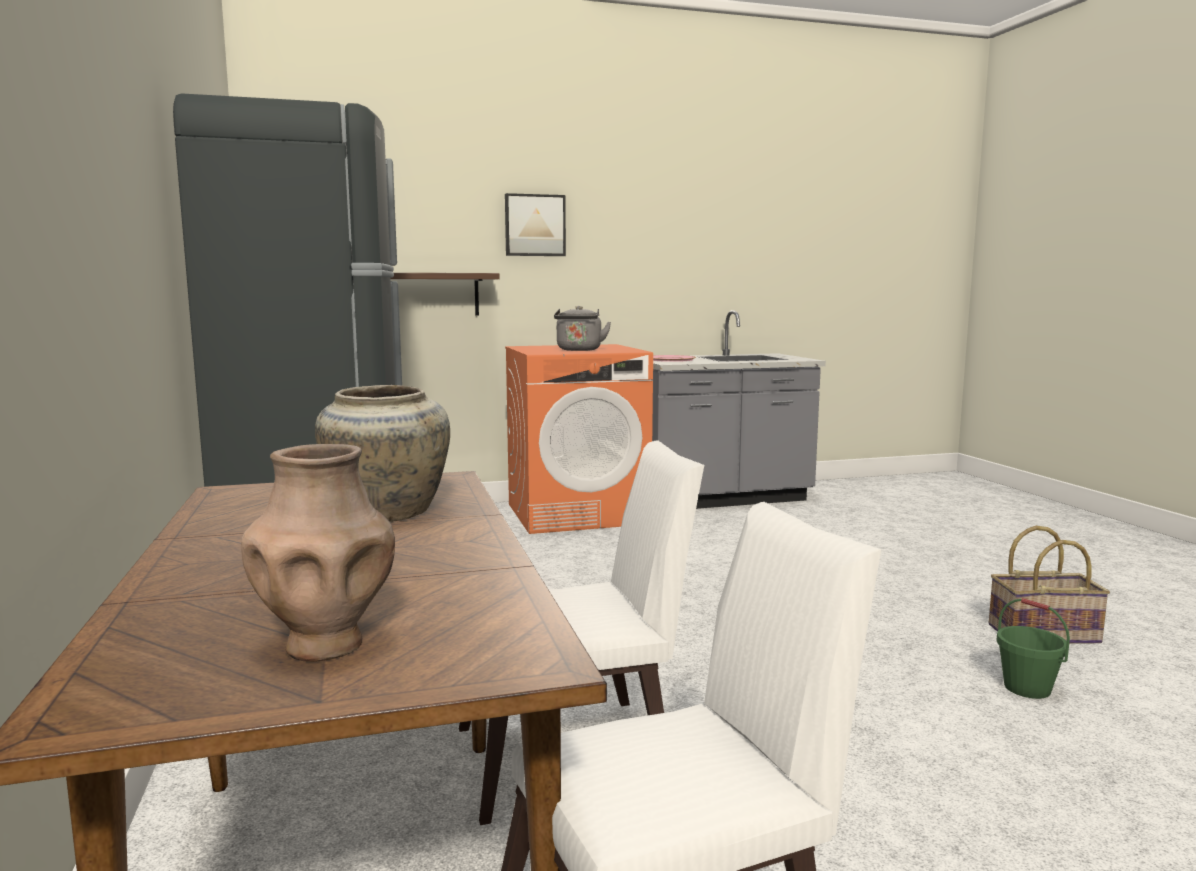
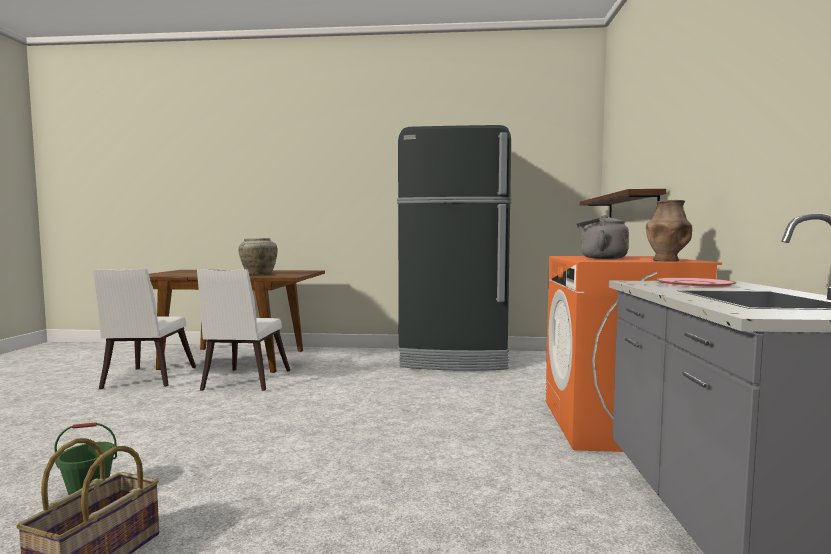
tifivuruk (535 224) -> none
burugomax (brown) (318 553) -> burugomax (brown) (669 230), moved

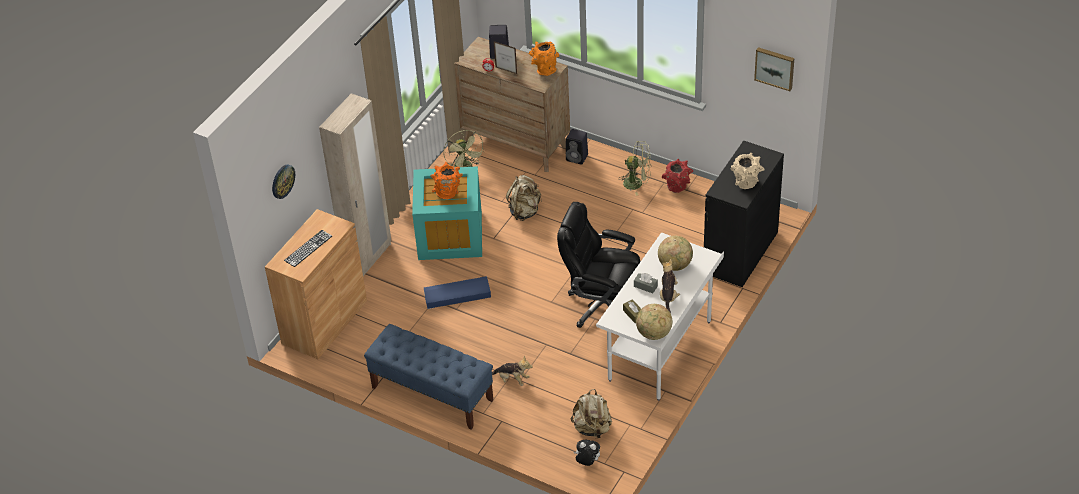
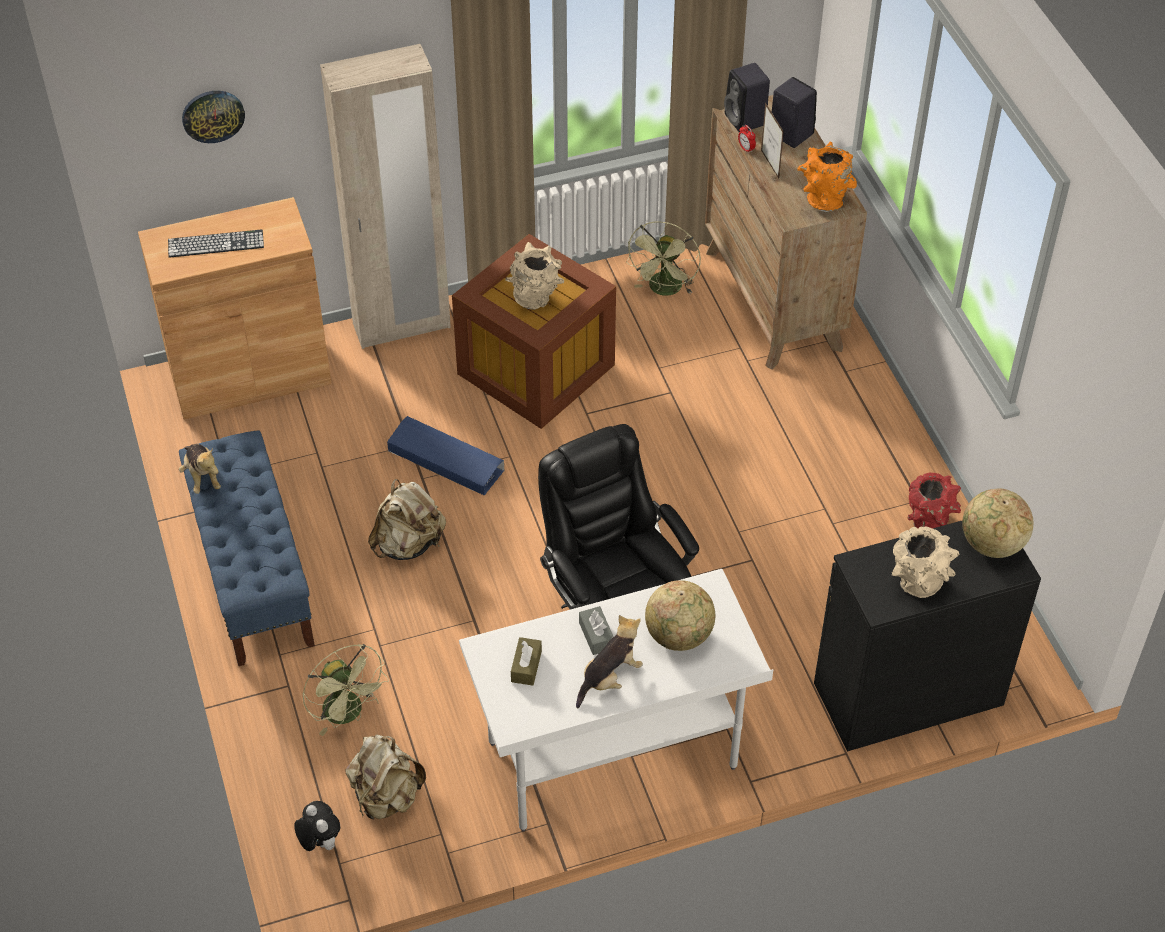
tifivuruk (774 69) -> none
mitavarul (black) (577 147) -> mitavarul (black) (747 97), moved
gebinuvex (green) (635 168) -> gebinuvex (green) (345 690), moved
burugomax (orange) (446 180) -> burugomax (beige) (534 276)
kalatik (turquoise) (447 213) -> kalatik (brown) (534 331)
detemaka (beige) (524 198) -> detemaka (beige) (407 519), moved
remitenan (654 322) -> remitenan (997 523), moved
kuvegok (512 370) -> kuvegok (200 469), moved

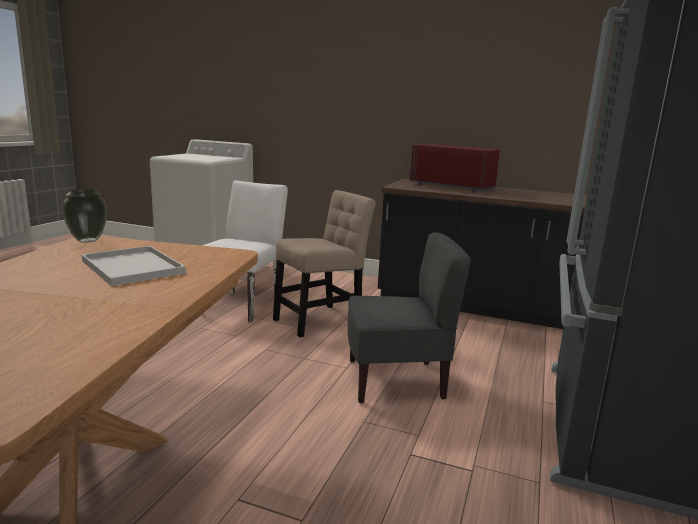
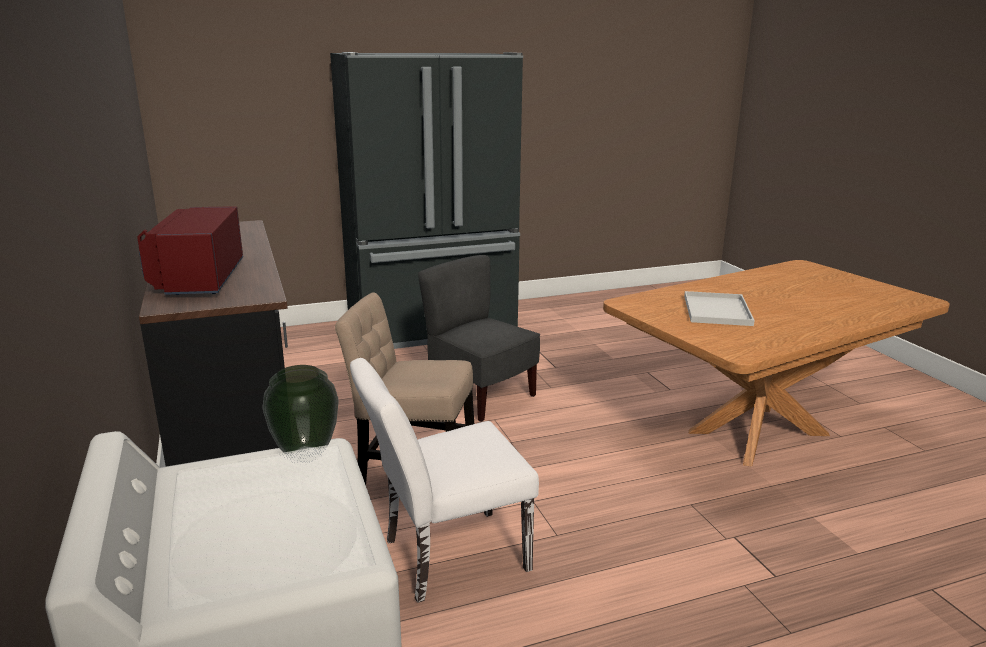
burugomax (84 216) -> burugomax (300 413), moved

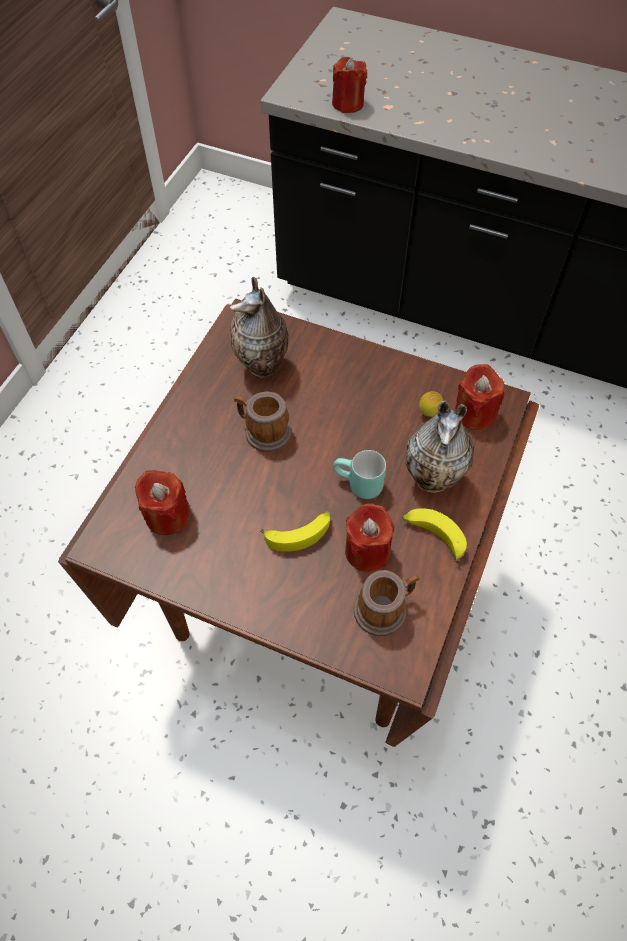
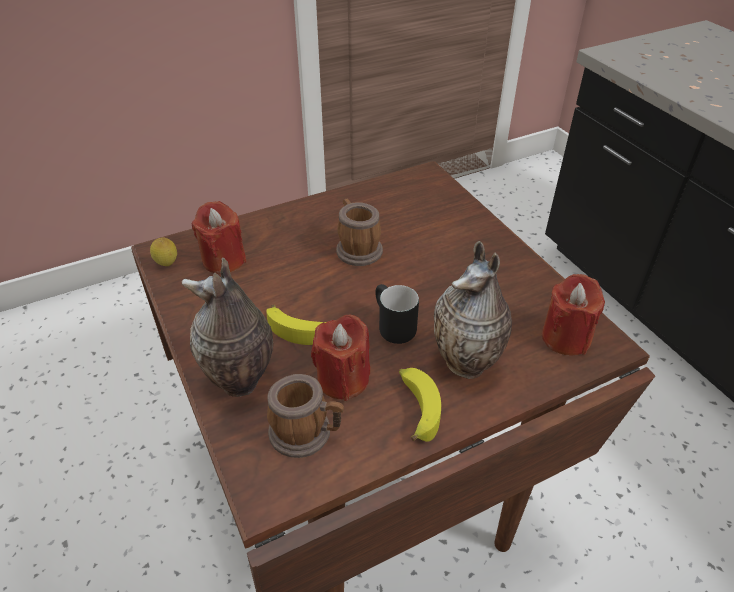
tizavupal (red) (349 85) -> none
burugomax (259 327) -> burugomax (227 327), moved
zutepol (431 404) -> zutepol (163 251), moved
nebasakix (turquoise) (359 474) -> nebasakix (black) (397 314)

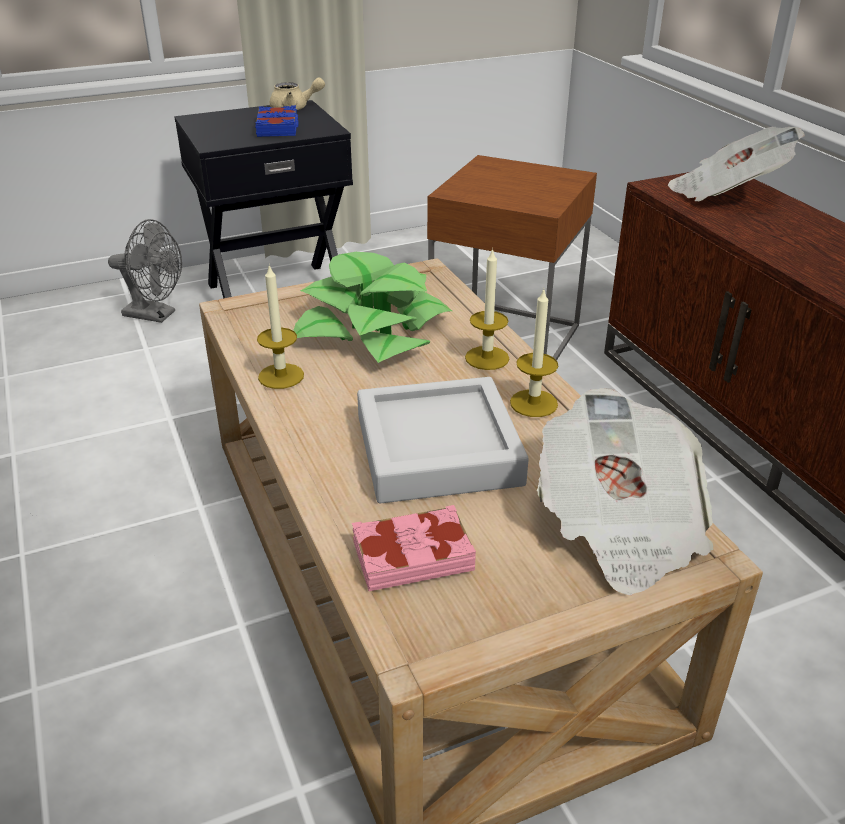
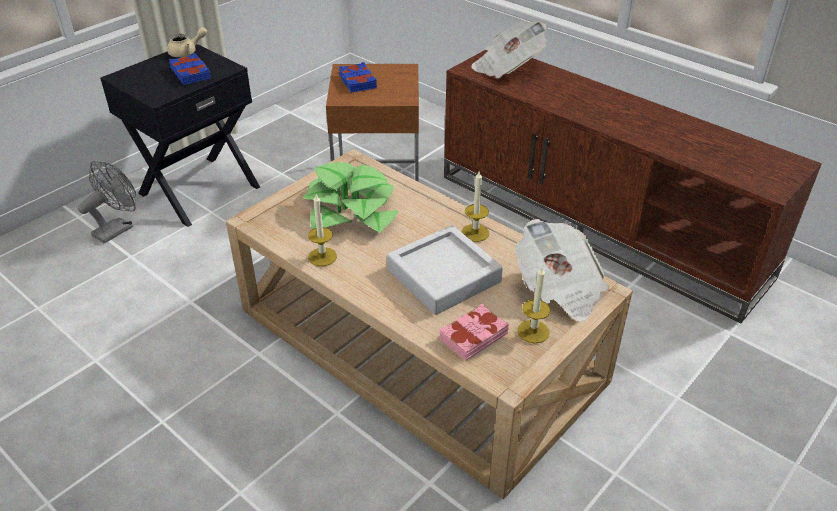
gebinuvex (grey) (145 271) -> gebinuvex (grey) (107 202), 45 degrees counterclockwise
tizavupal (487 309) -> tizavupal (534 305), moved
none -> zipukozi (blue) (358 77)

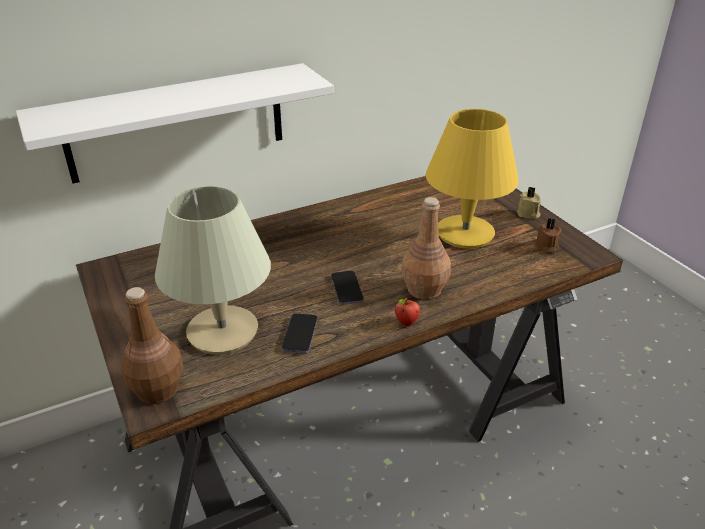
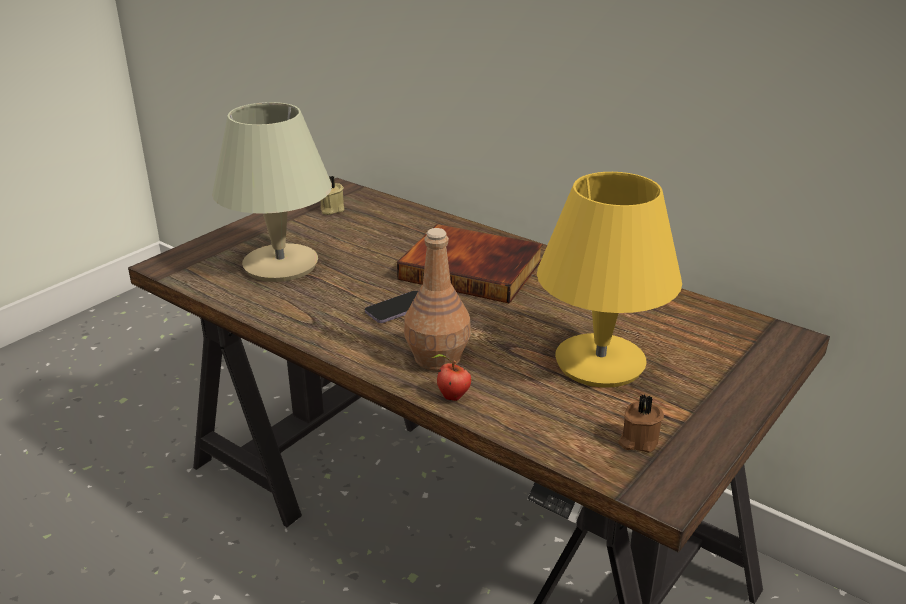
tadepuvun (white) (175 123) -> none
tizavupal (beige) (529 203) -> tizavupal (beige) (332 195), moved
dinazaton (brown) (152 345) -> none
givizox (407 312) -> givizox (451 377), moved
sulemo (300 333) -> none
none -> zipukozi (470 264)

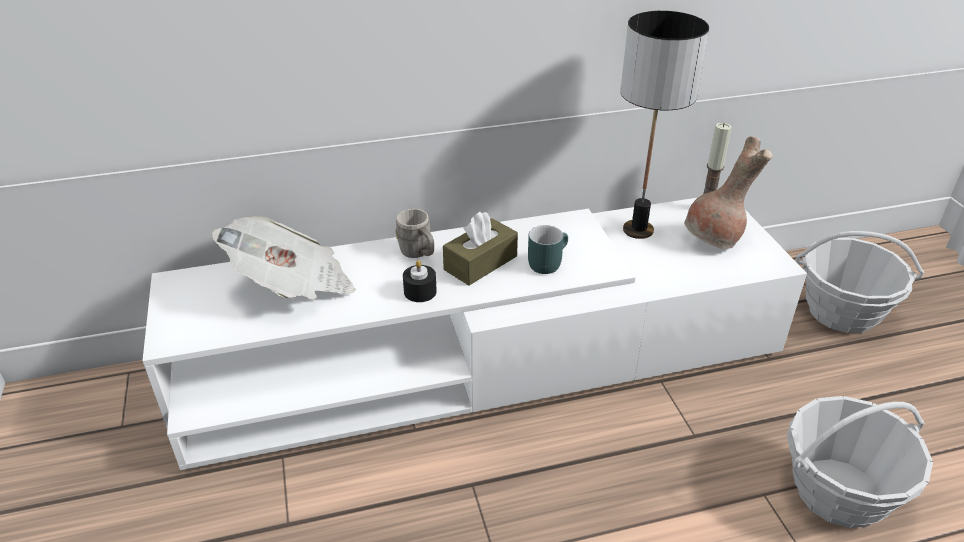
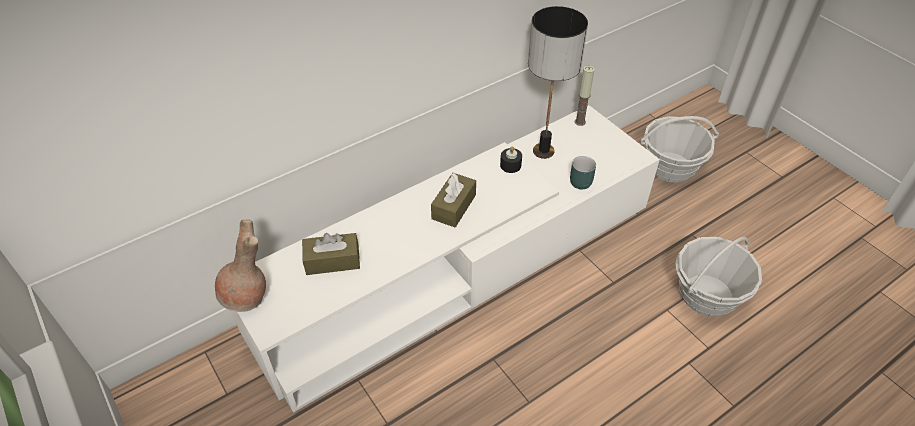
burugomax (brown) (728 192) -> burugomax (brown) (240 266), moved
nebasakix (grey) (414 233) -> none
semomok (284 258) -> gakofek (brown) (331 254)
nebasakix (turquoise) (548 249) -> nebasakix (turquoise) (583 172), moved
tizavupal (black) (420 281) -> tizavupal (black) (511 159), moved

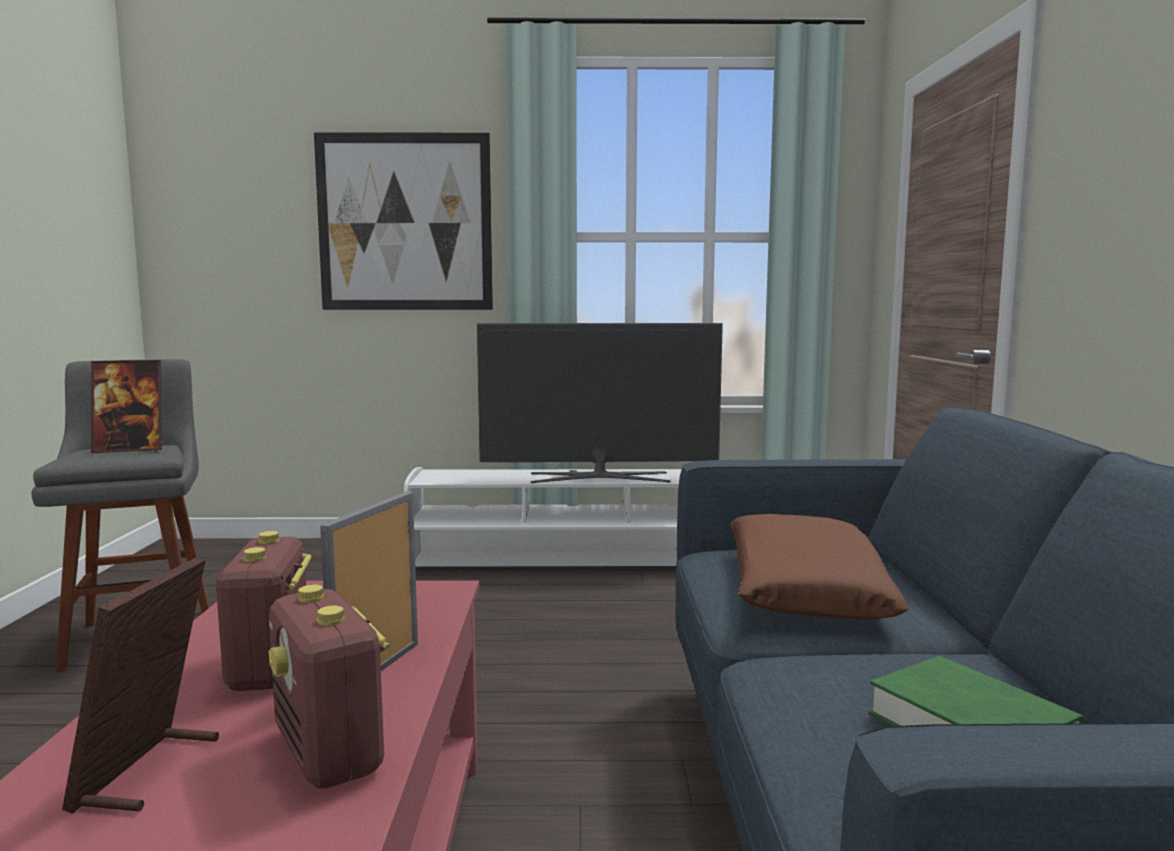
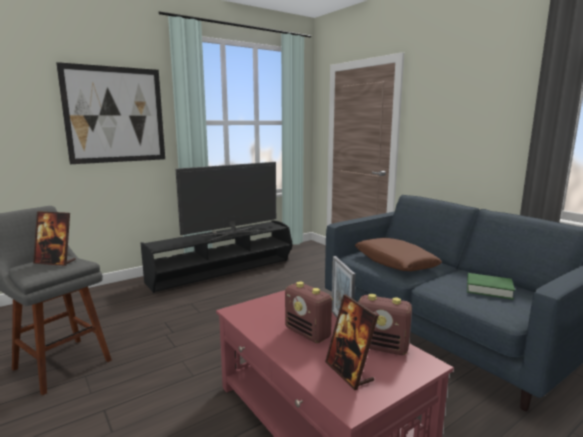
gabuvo (128 406) -> gabuvo (54 238), 60 degrees clockwise
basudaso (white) (543 517) -> basudaso (black) (216 256)

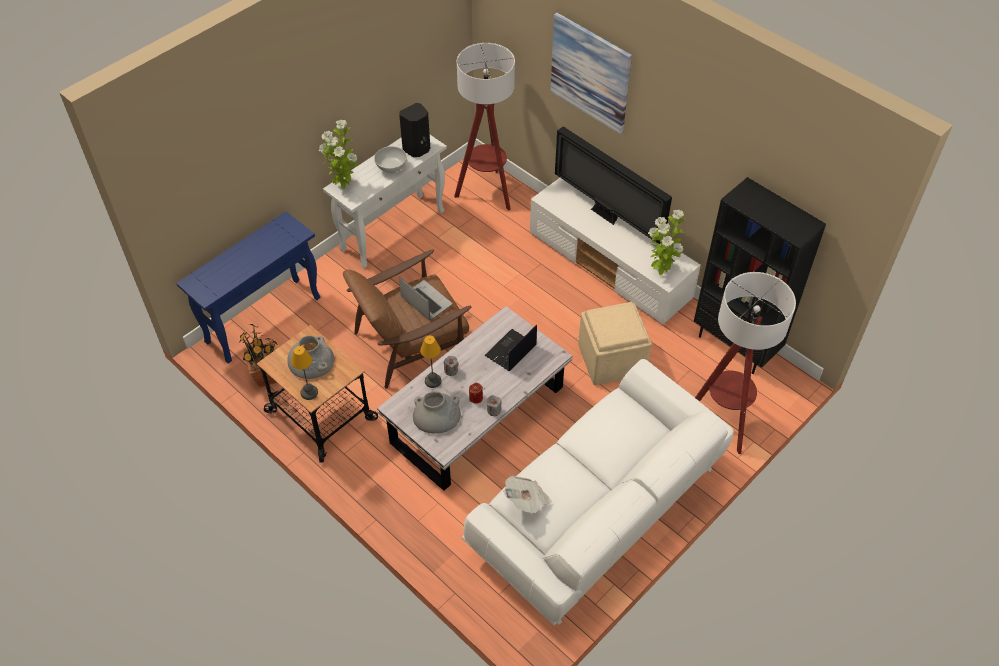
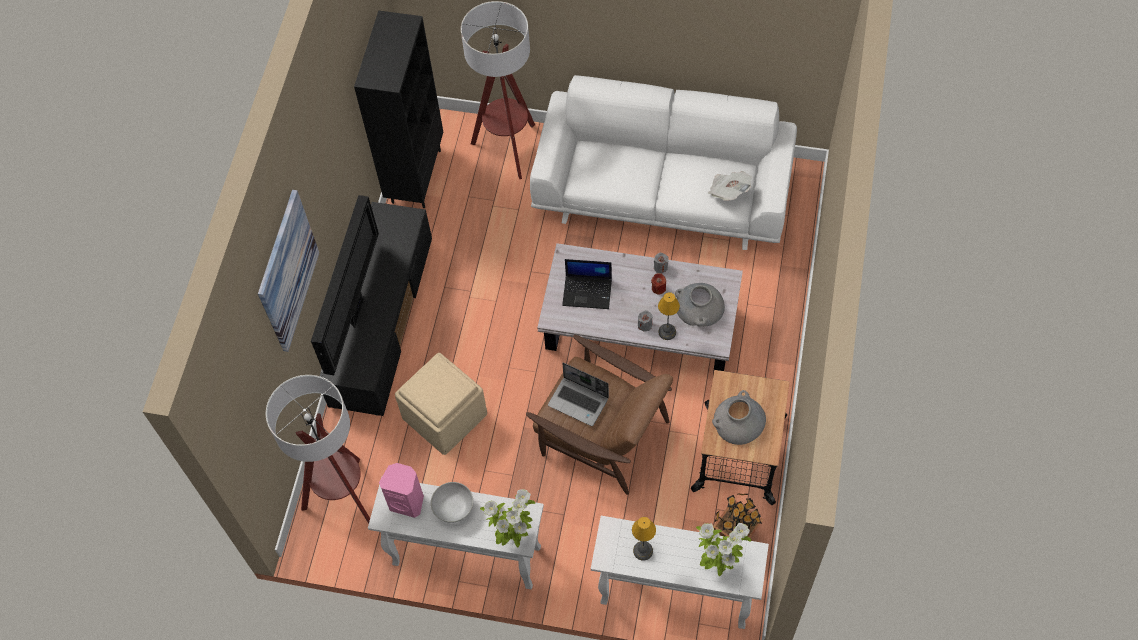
mitavarul (black) (414 130) -> mitavarul (pink) (401 490)
basudaso (white) (615 251) -> basudaso (black) (376 309)
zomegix (667 243) -> zomegix (723 549), moved
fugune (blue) (248 287) -> fugune (white) (680 572)
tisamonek (425 298) -> tisamonek (578 394), 75 degrees counterclockwise
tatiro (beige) (615 343) -> tatiro (beige) (441 404), moved
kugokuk (304 373) -> kugokuk (644 539), moved

